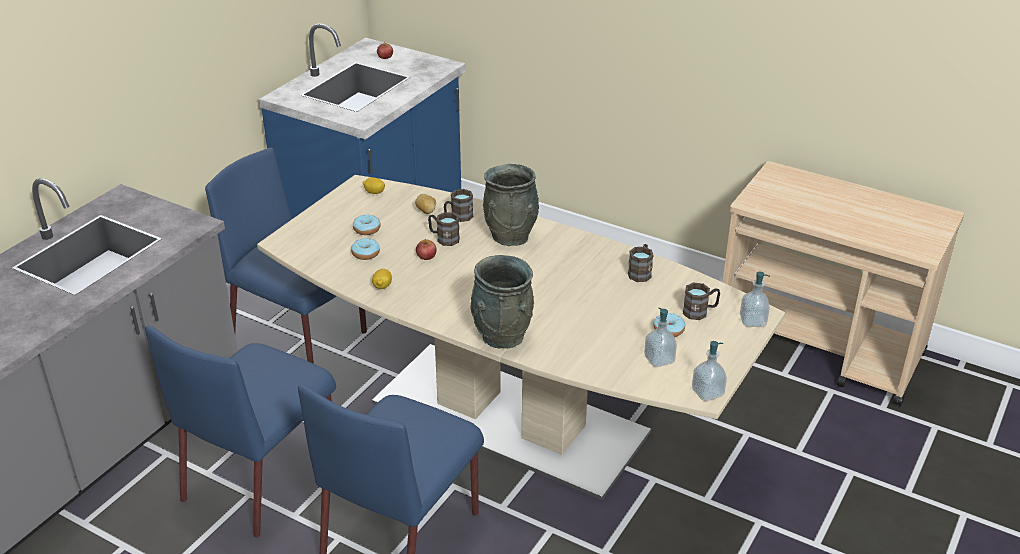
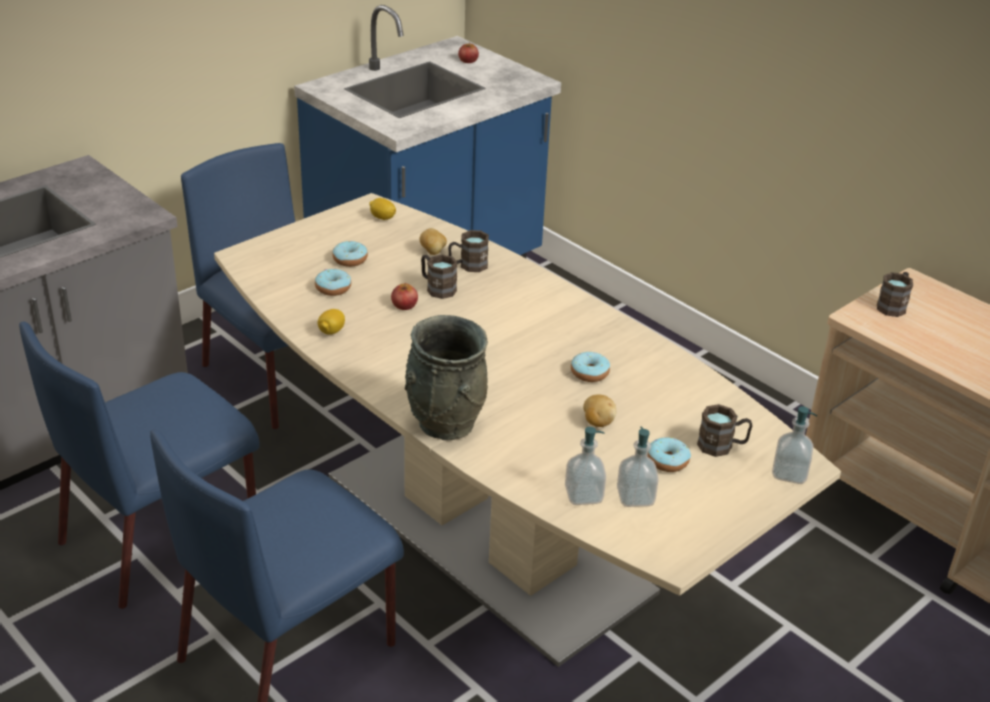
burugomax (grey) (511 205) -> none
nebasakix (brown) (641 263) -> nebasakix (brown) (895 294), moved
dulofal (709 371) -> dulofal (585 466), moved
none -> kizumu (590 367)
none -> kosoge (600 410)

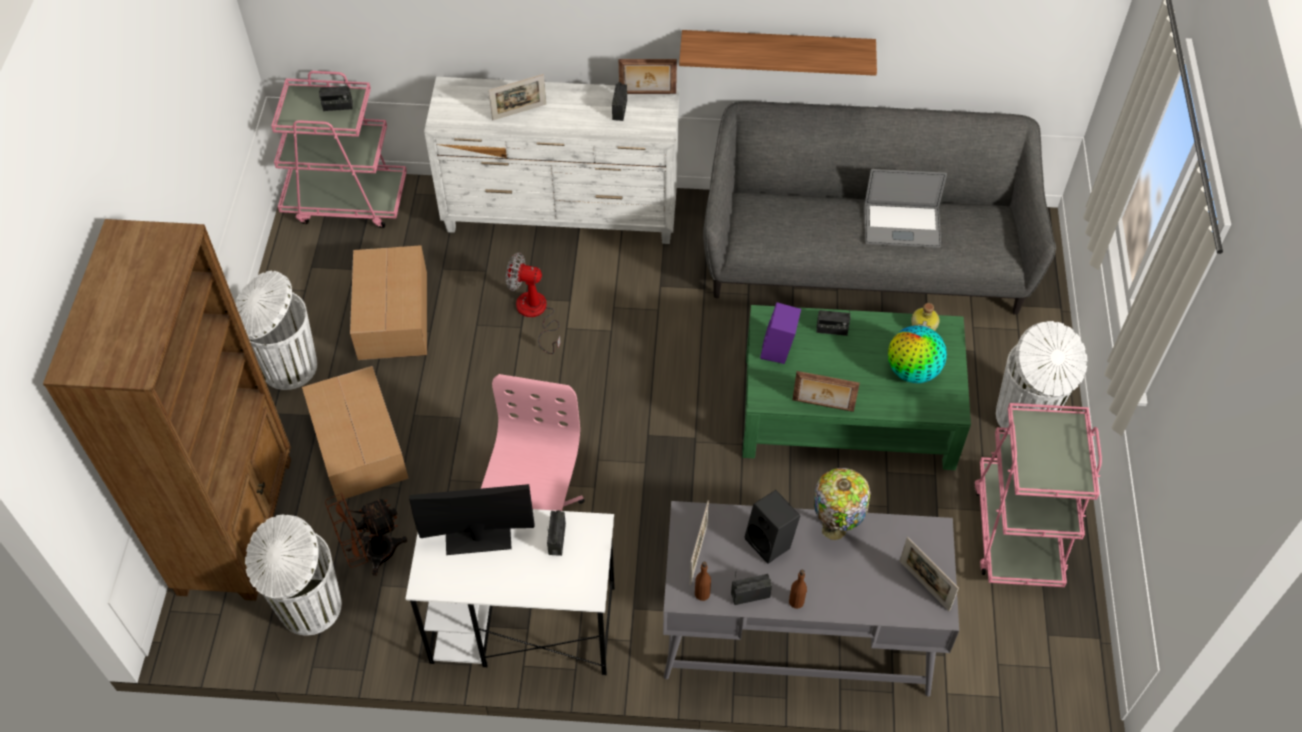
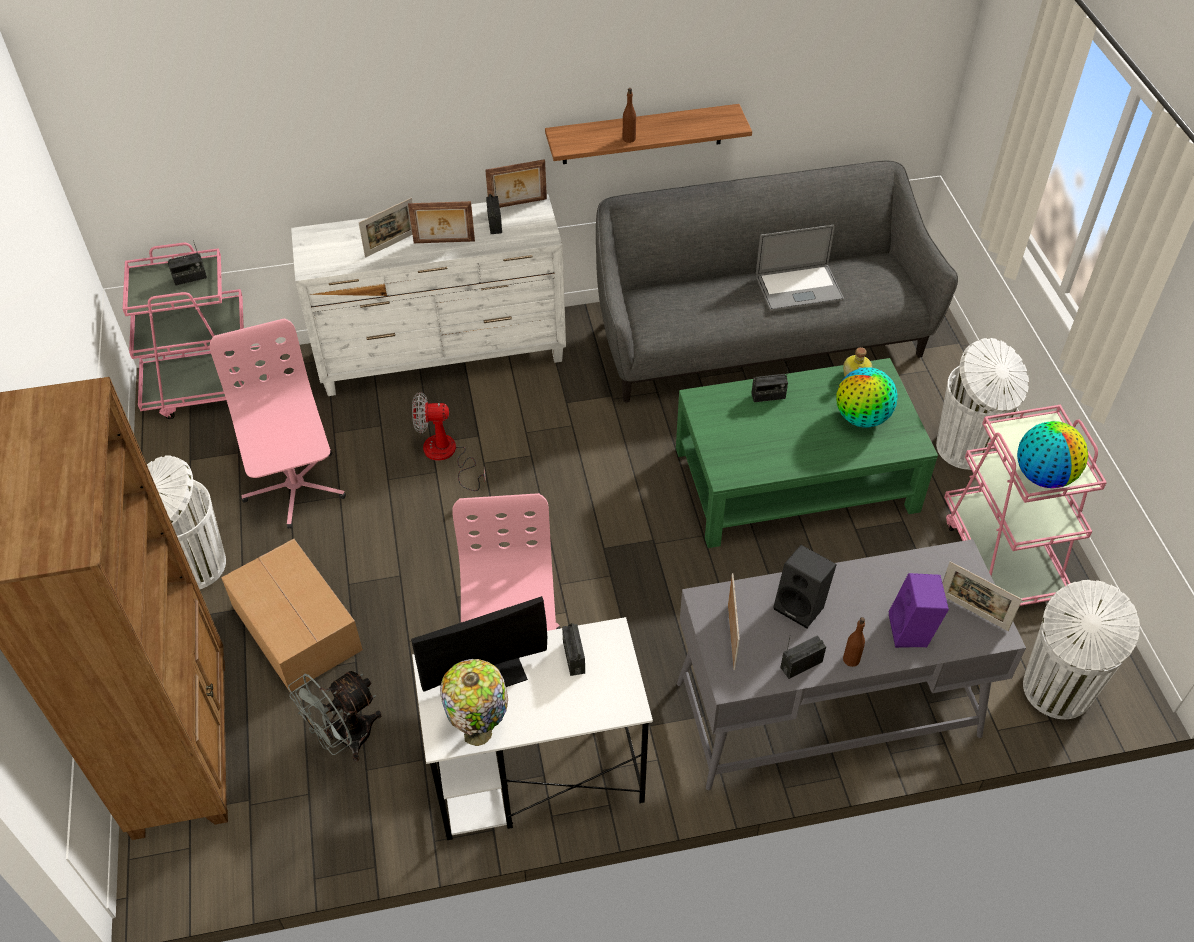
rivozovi (388 302) -> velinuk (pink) (278 423)
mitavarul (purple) (780 333) -> mitavarul (purple) (919 610), moved
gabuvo (826 391) -> gabuvo (441 222), moved
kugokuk (842 504) -> kugokuk (474 702), moved
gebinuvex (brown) (366 534) -> gebinuvex (grey) (335 716)
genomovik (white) (293 574) -> genomovik (white) (1081 649), moved
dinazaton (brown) (703 581) -> dinazaton (brown) (629 115), moved
none -> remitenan (1052 454)

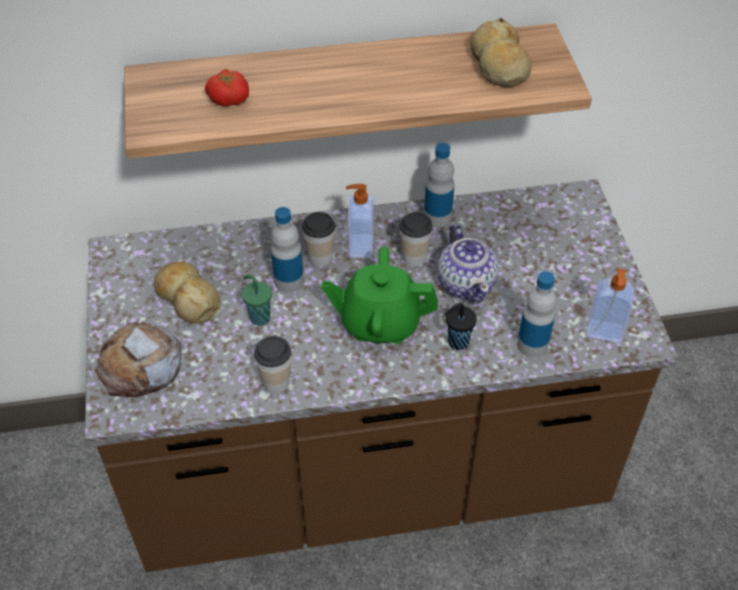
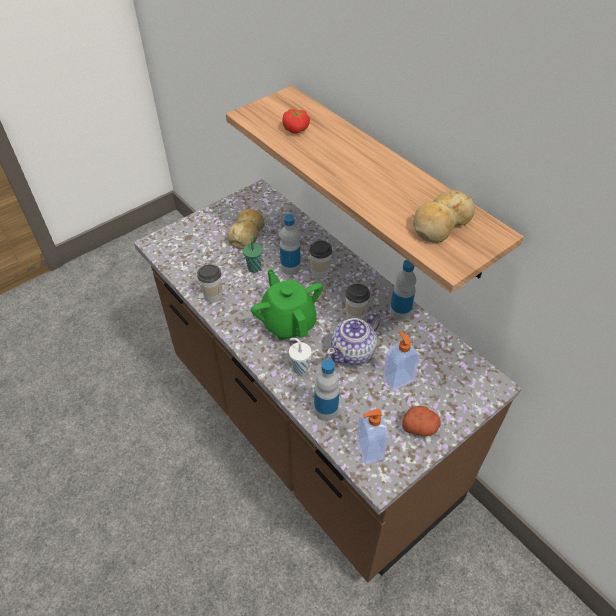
dulofal (359 221) -> dulofal (401 361), moved
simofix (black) (460 326) -> simofix (white) (300 356)
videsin (138 359) -> none
none -> kosoge (421 421)

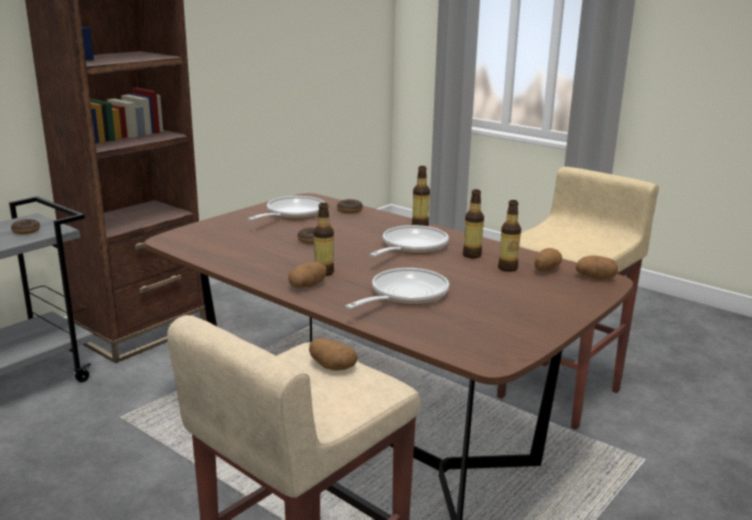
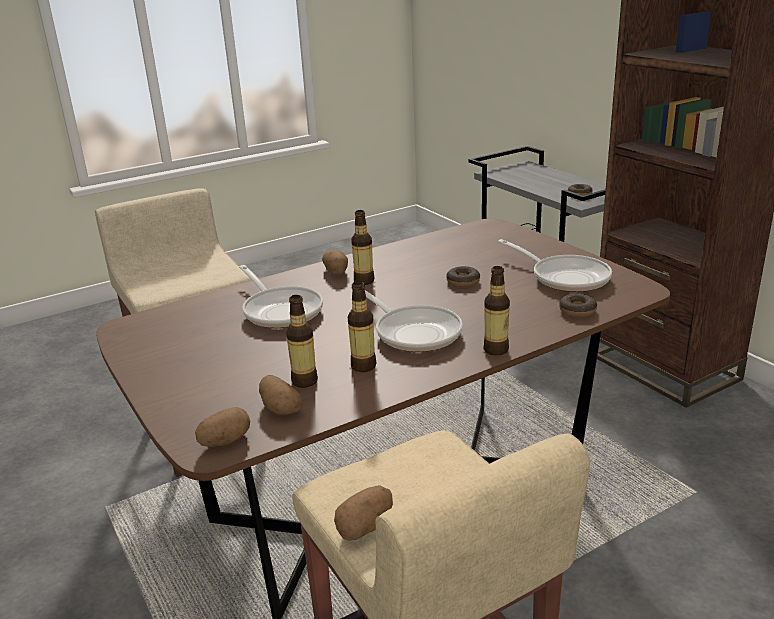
kosoge (333 354) -> kosoge (363 513), moved

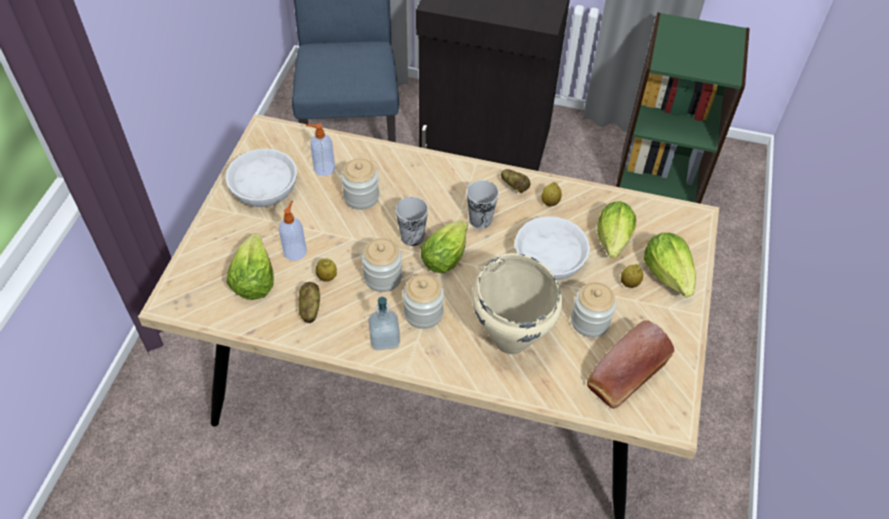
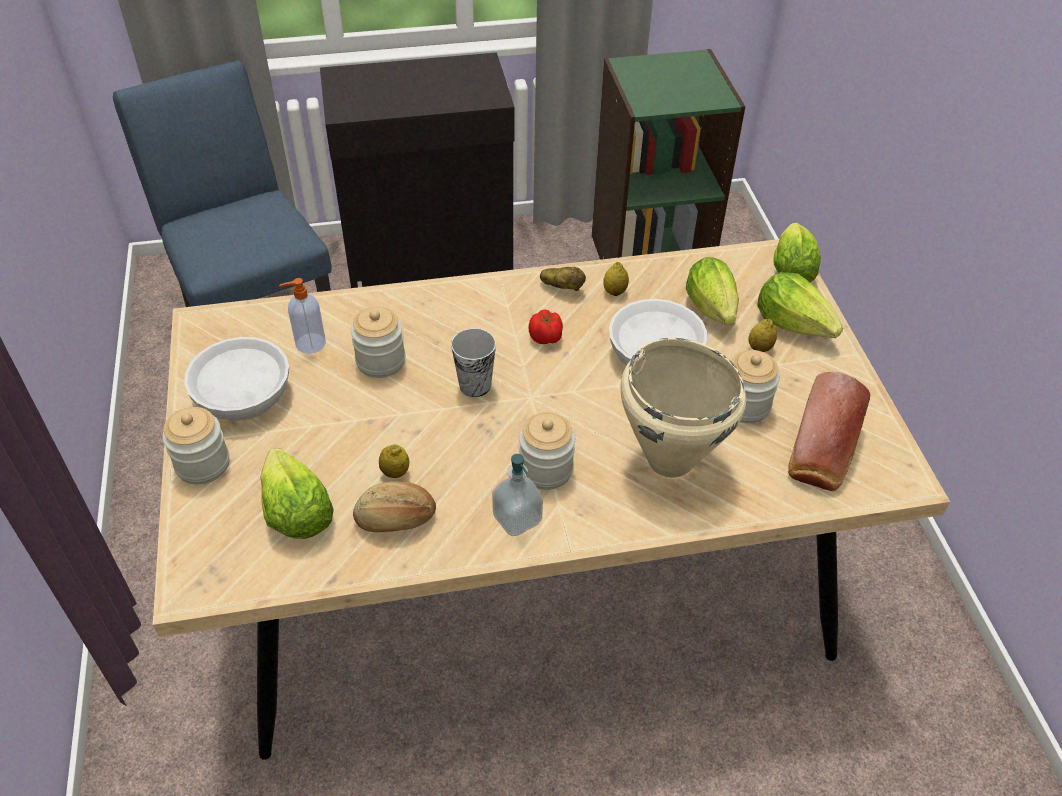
simofix (483 204) -> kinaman (545 326)
dulofal (293 231) -> none
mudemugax (444 246) -> mudemugax (797 252), moved
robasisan (382 265) -> robasisan (195 445), moved
kosoge (309 302) -> videsin (394 506)

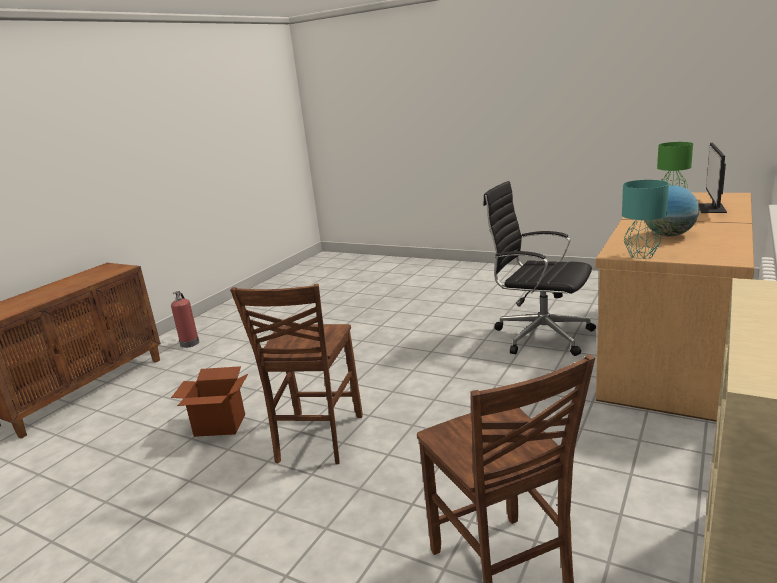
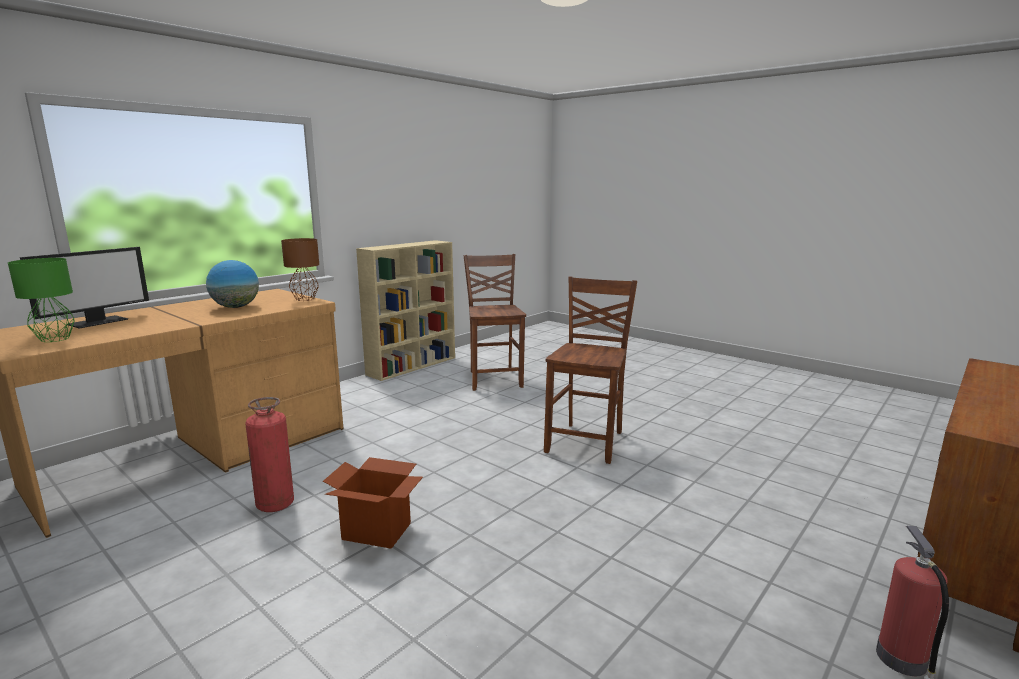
kugokuk (turquoise) (645 219) -> kugokuk (brown) (300 269)
velinuk (black) (539 268) -> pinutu (269 454)
rivozovi (209 401) -> rivozovi (373 503), moved

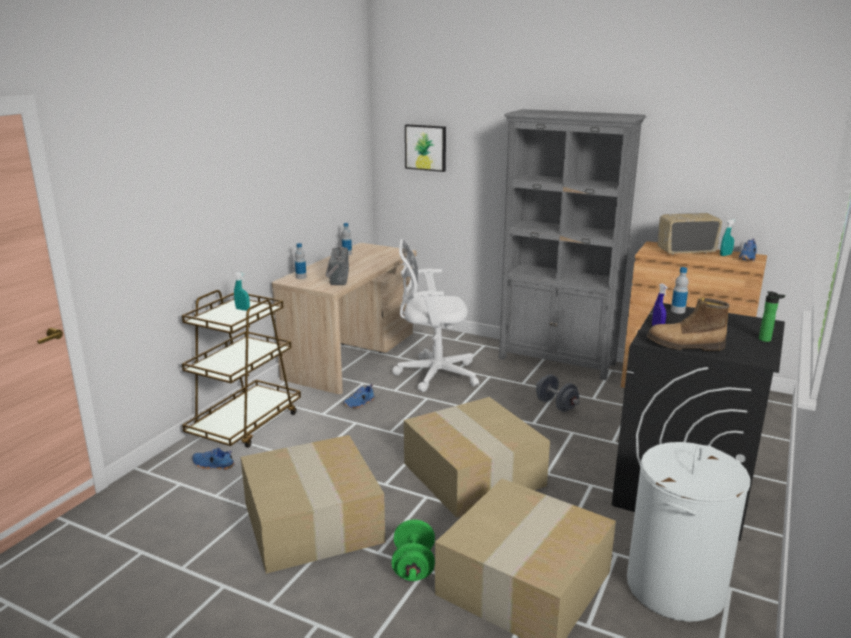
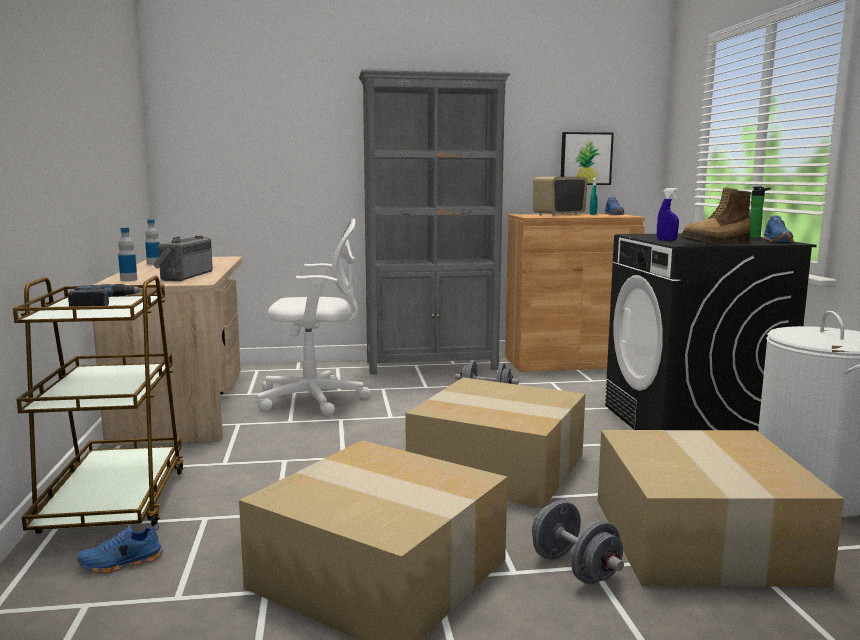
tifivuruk (425 148) -> tifivuruk (587 158), moved
velinuk (white) (435 315) -> velinuk (white) (313 317), 150 degrees counterclockwise
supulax (337 266) -> supulax (182 258), 45 degrees clockwise
dinazaton (680 290) -> none
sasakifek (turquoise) (242 291) -> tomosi (105 295)
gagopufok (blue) (359 396) -> gagopufok (blue) (778 228), moved
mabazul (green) (413 550) -> mabazul (grey) (578 542)

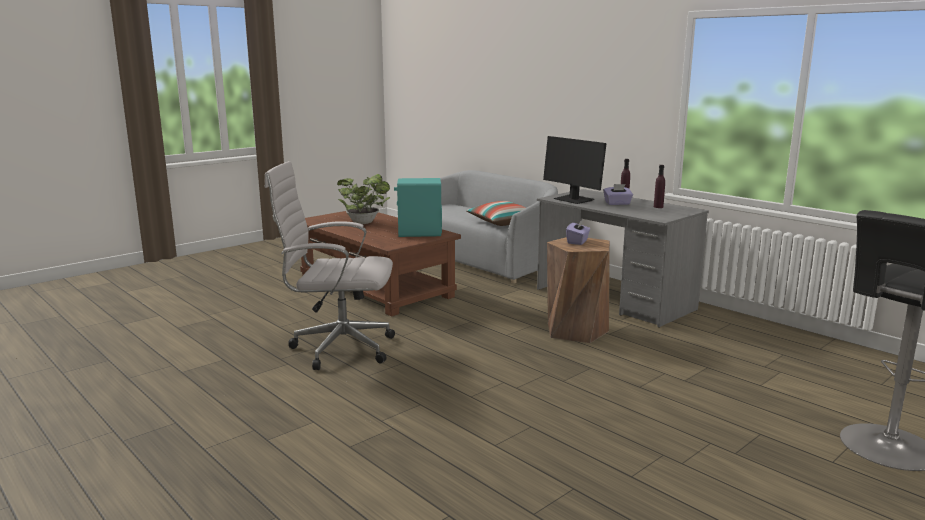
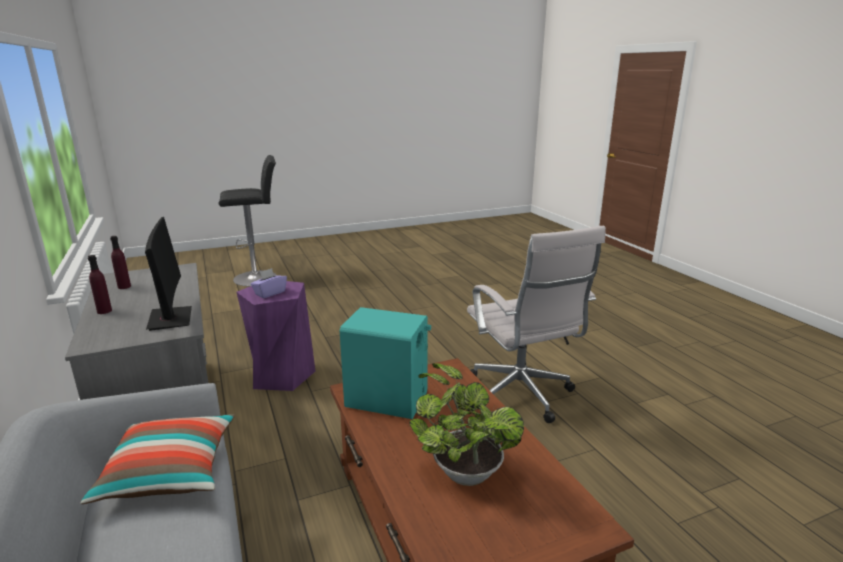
velinuk (white) (330 265) -> velinuk (white) (536 324), 45 degrees clockwise
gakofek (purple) (618 194) -> none
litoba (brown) (578 290) -> litoba (purple) (275 336)

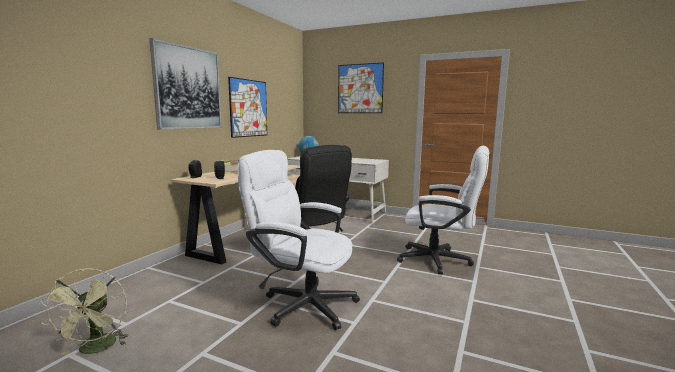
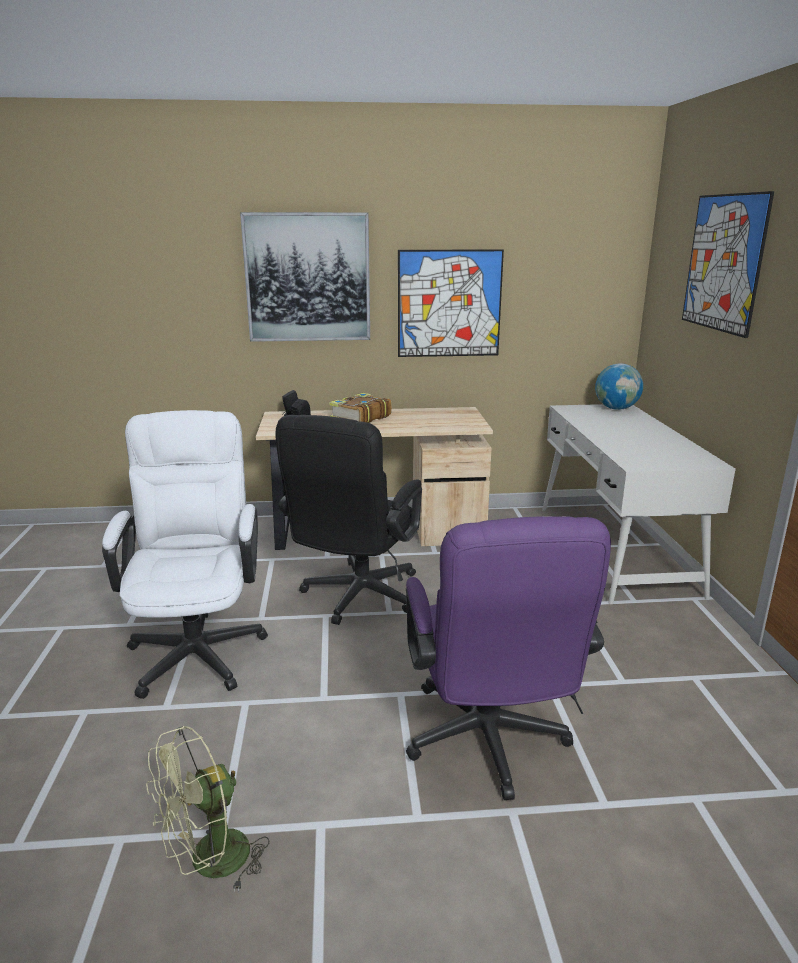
velinuk (white) (443 210) -> velinuk (purple) (508 658)
gebinuvex (green) (84 311) -> gebinuvex (green) (207 809), moved

